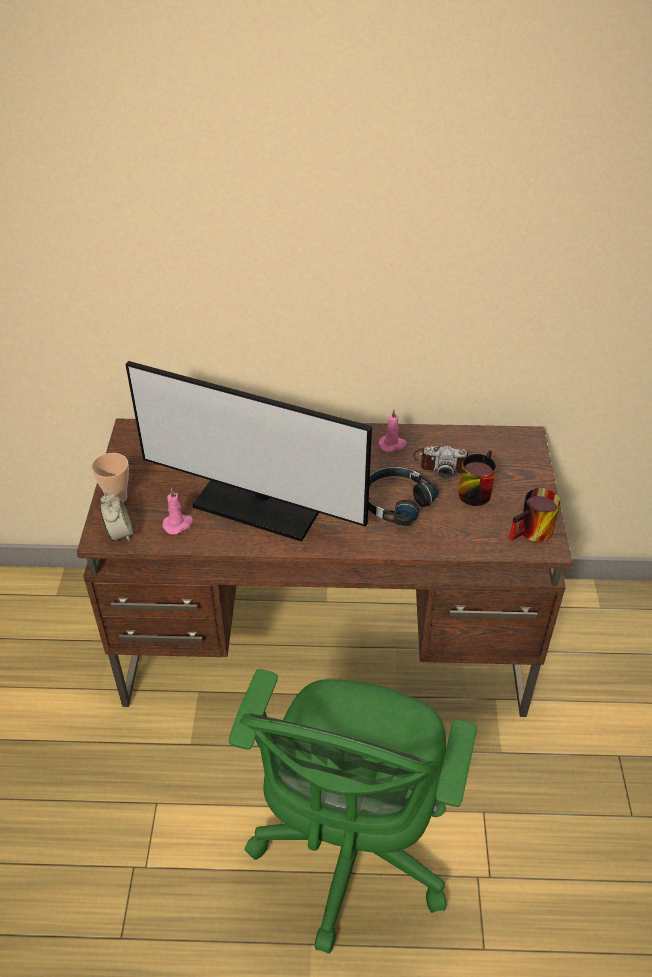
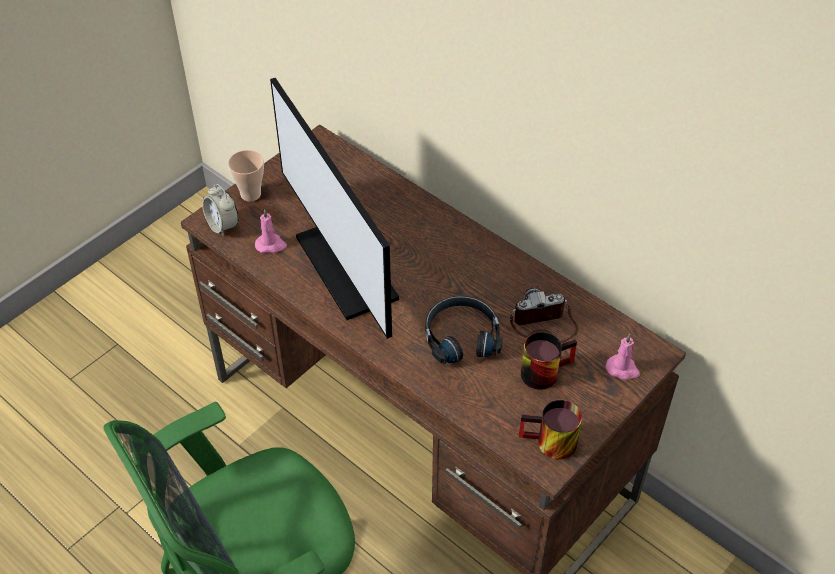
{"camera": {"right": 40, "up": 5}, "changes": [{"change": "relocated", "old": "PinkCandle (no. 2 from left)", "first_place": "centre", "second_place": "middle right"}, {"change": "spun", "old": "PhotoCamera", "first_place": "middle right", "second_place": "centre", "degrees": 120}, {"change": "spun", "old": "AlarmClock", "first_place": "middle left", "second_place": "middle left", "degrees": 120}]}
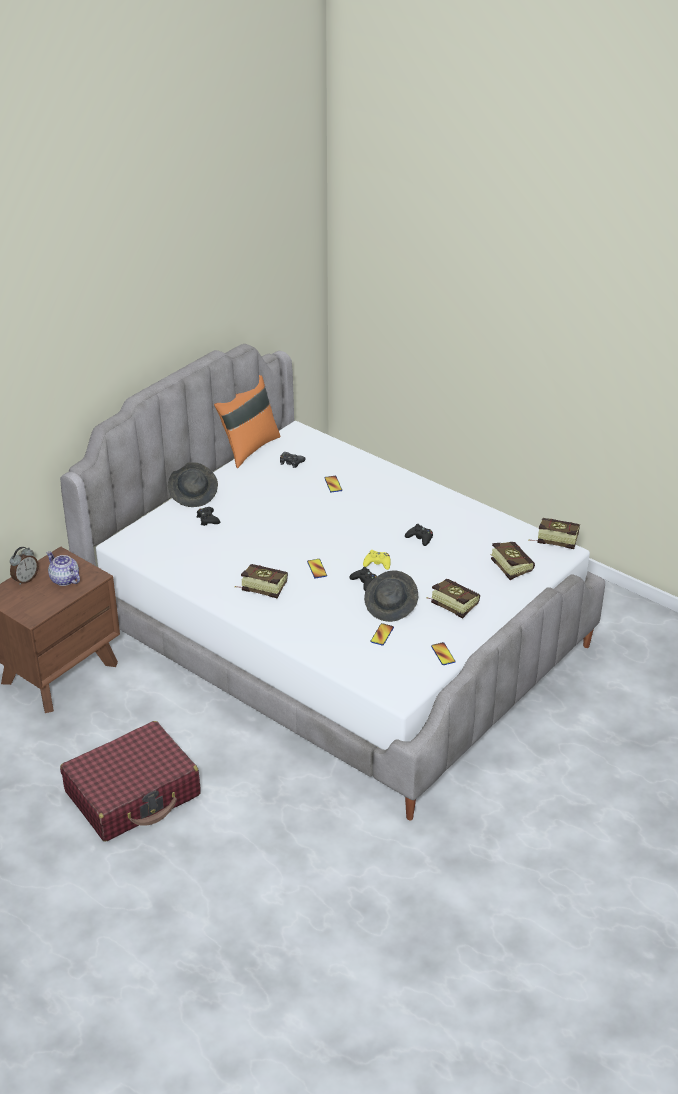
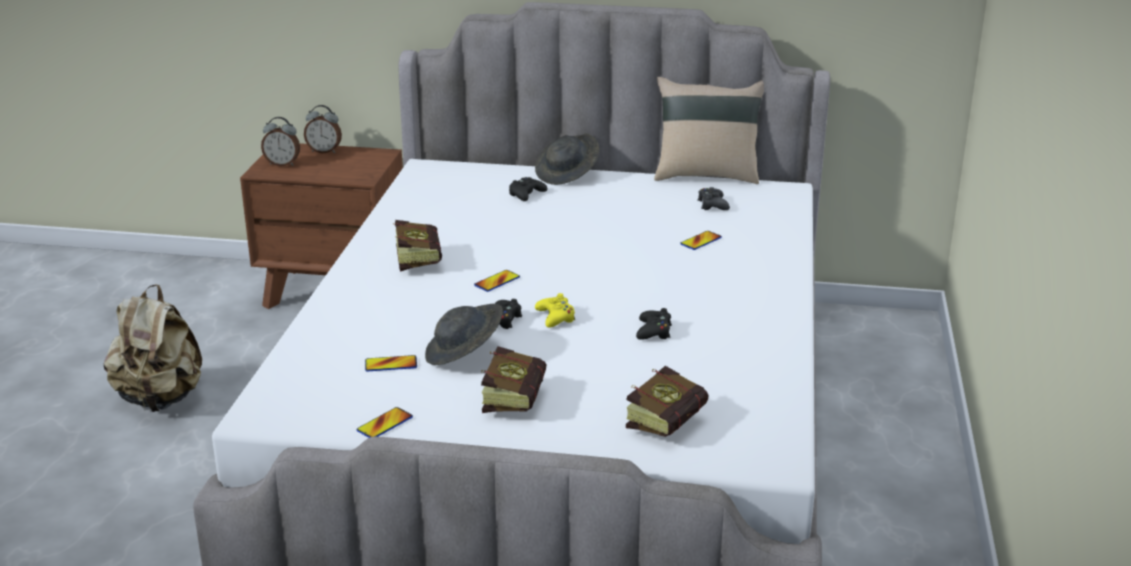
{"camera": {"right": 60, "up": -10}, "changes": [{"change": "colour", "old": "OrangePillow", "new": "BeigePillow", "first_place": "centre", "second_place": "top centre"}, {"change": "missing", "old": "Book (no. 4 from left)", "first_place": "middle right"}, {"change": "missing", "old": "Teapot", "first_place": "middle left"}, {"change": "exchanged", "old": "RedSuitcase", "new": "BeigeBackpack", "first_place": "bottom left", "second_place": "middle left"}, {"change": "appeared", "new": "AlarmClock (no. 1 from left)", "second_place": "top left"}]}
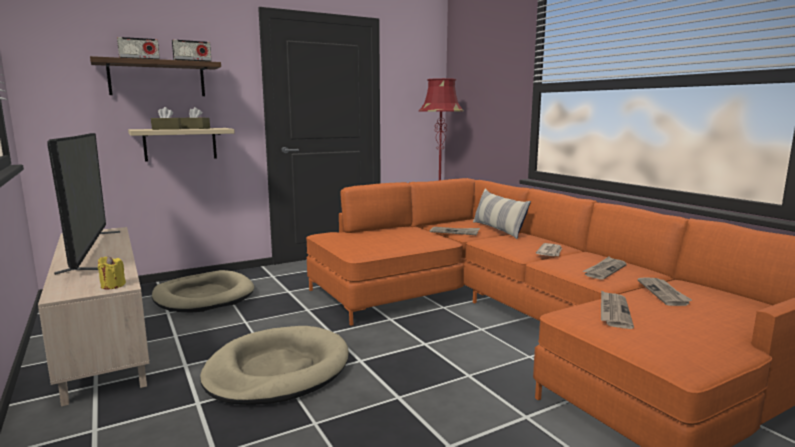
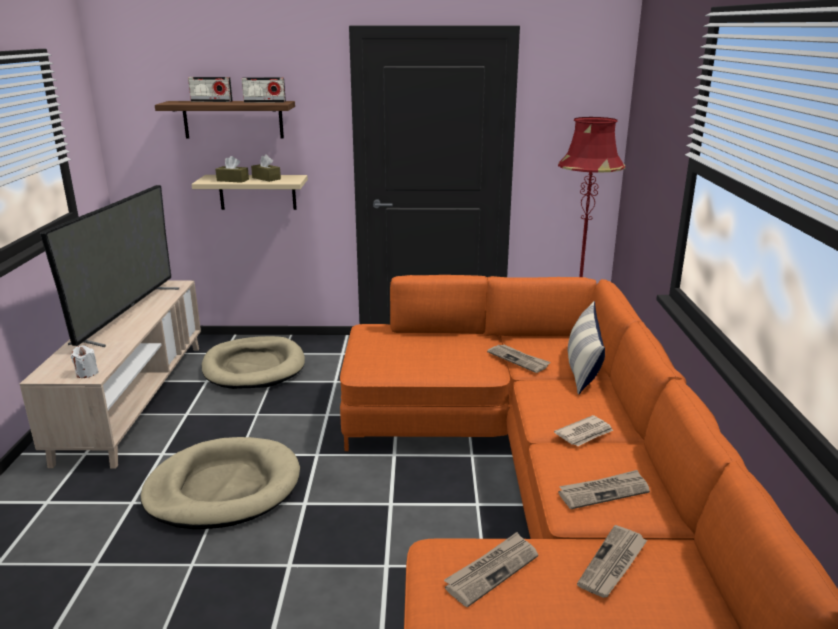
{"camera": {"right": 30, "up": 10}, "changes": [{"change": "colour", "old": "YellowCandle", "new": "WhiteCandle", "first_place": "middle left", "second_place": "middle left"}]}
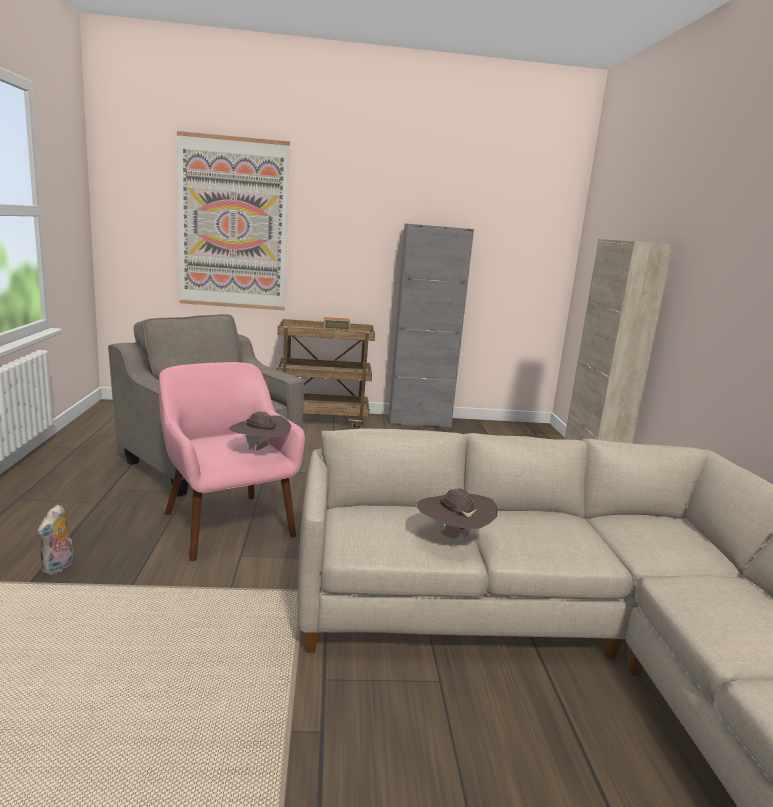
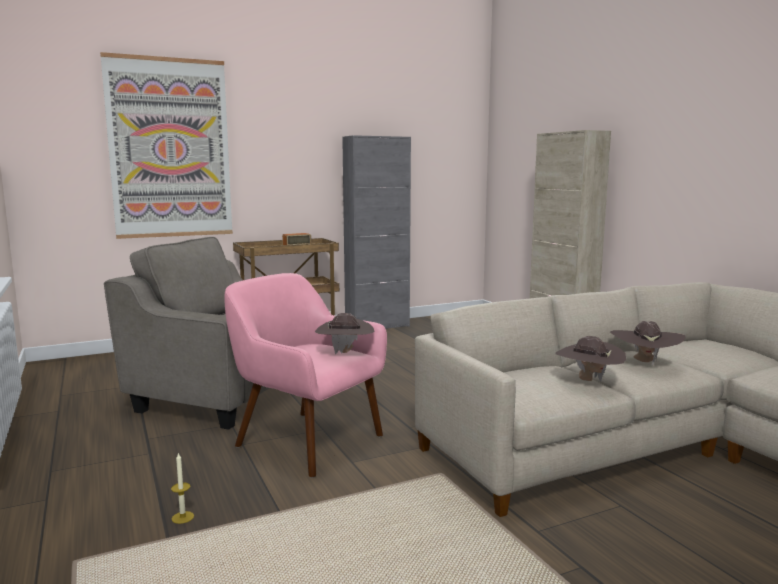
{"camera": {"right": -20, "up": -5}, "changes": [{"change": "exchanged", "old": "PlushToy", "new": "Candle", "first_place": "bottom left", "second_place": "bottom left"}, {"change": "appeared", "new": "BrownHat (no. 3 from left)", "second_place": "middle right"}]}
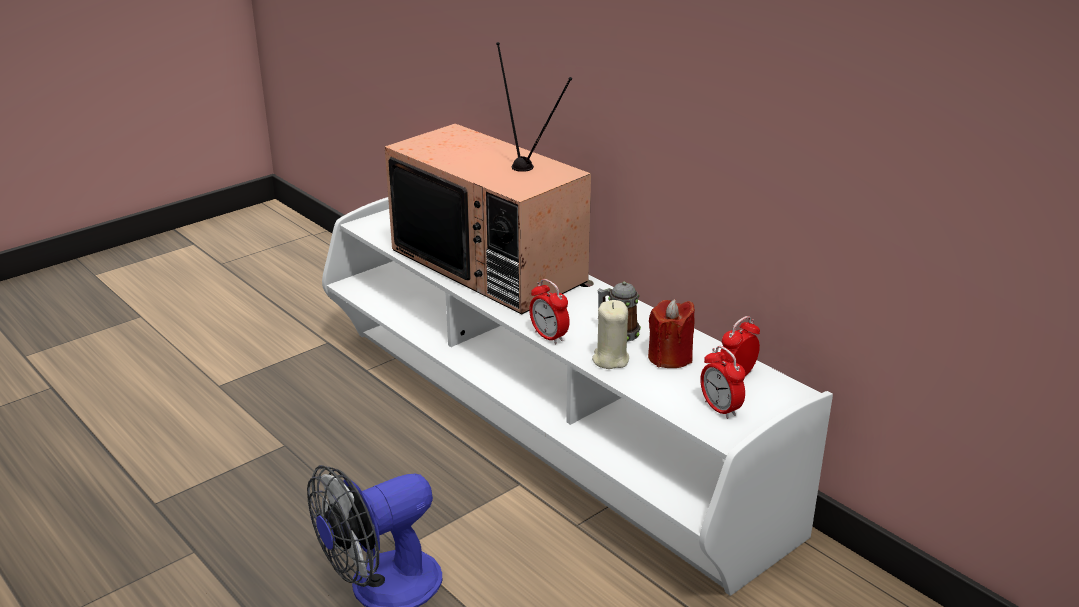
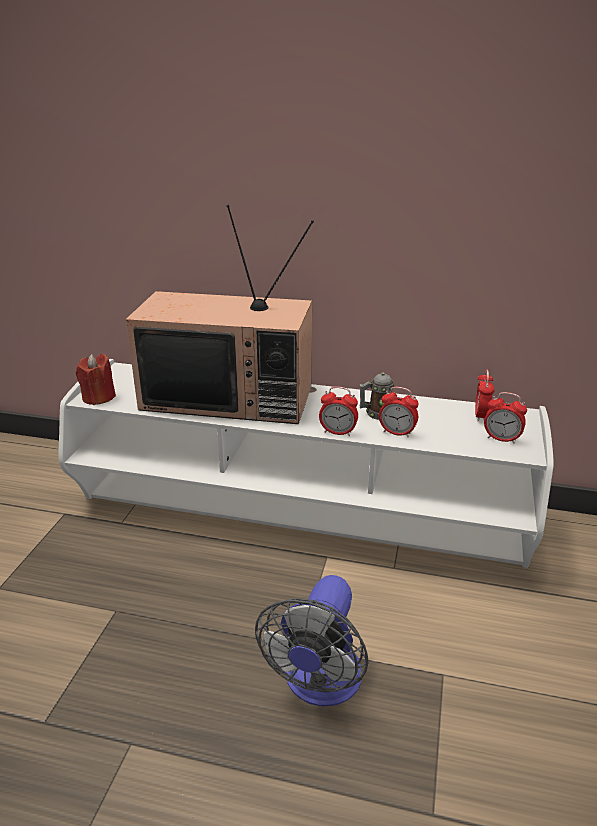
{"camera": {"right": -35, "up": 0}, "changes": [{"change": "relocated", "old": "RedCandle", "first_place": "centre", "second_place": "middle left"}, {"change": "exchanged", "old": "BeigeCandle", "new": "AlarmClock (no. 2 from left)", "first_place": "centre", "second_place": "middle right"}]}
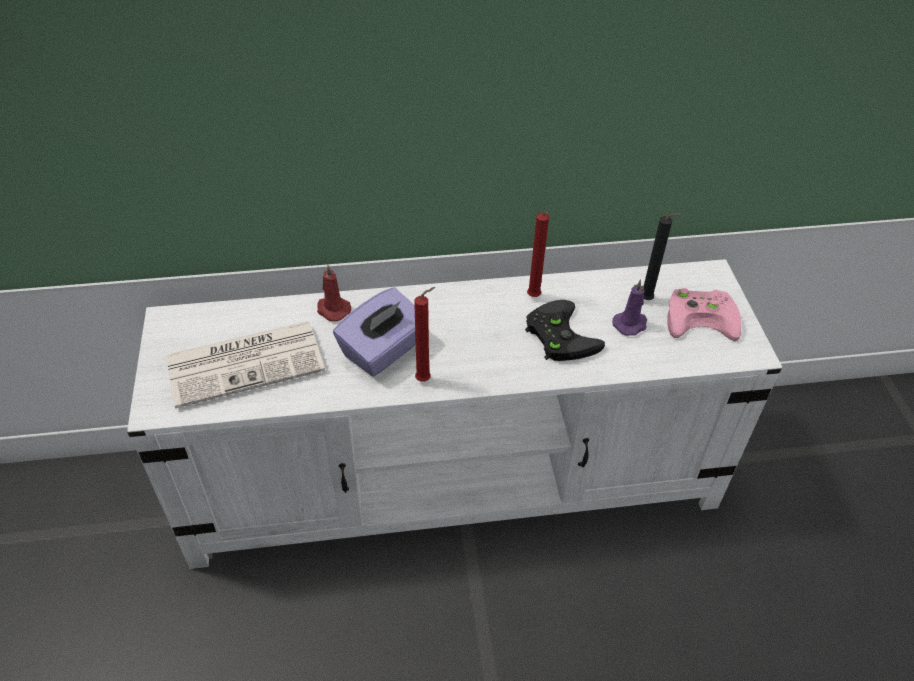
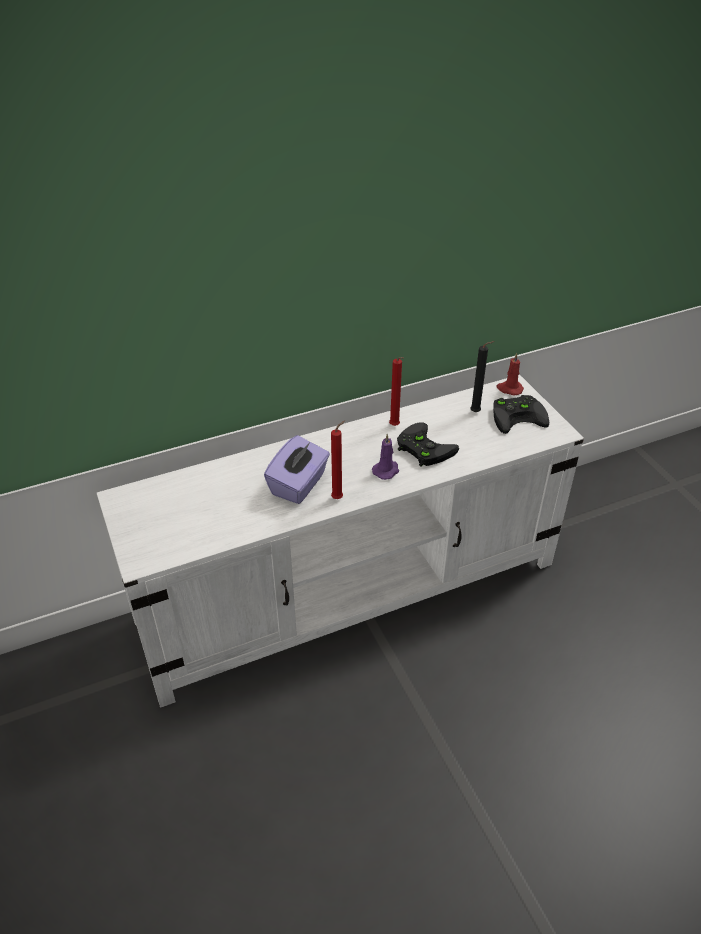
{"camera": {"right": -15, "up": -5}, "changes": [{"change": "relocated", "old": "RedCandle (no. 1 from left in the first image)", "new": "RedCandle (no. 3 from left)", "first_place": "centre", "second_place": "middle right"}, {"change": "relocated", "old": "PurpleCandle", "first_place": "middle right", "second_place": "centre"}, {"change": "colour", "old": "PinkGameController", "new": "BlackGameController (no. 2 from left)", "first_place": "middle right", "second_place": "middle right"}, {"change": "missing", "old": "Newspaper", "first_place": "middle left"}]}
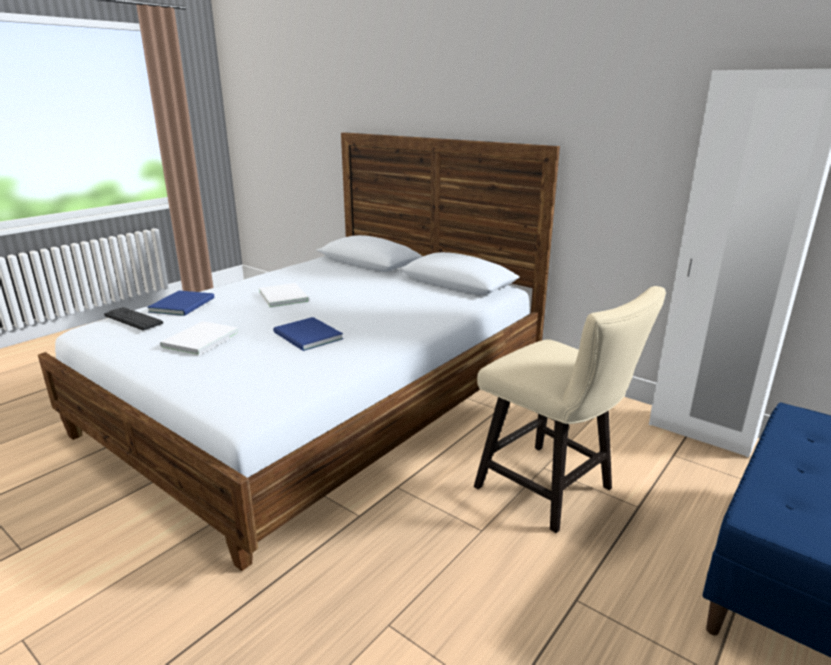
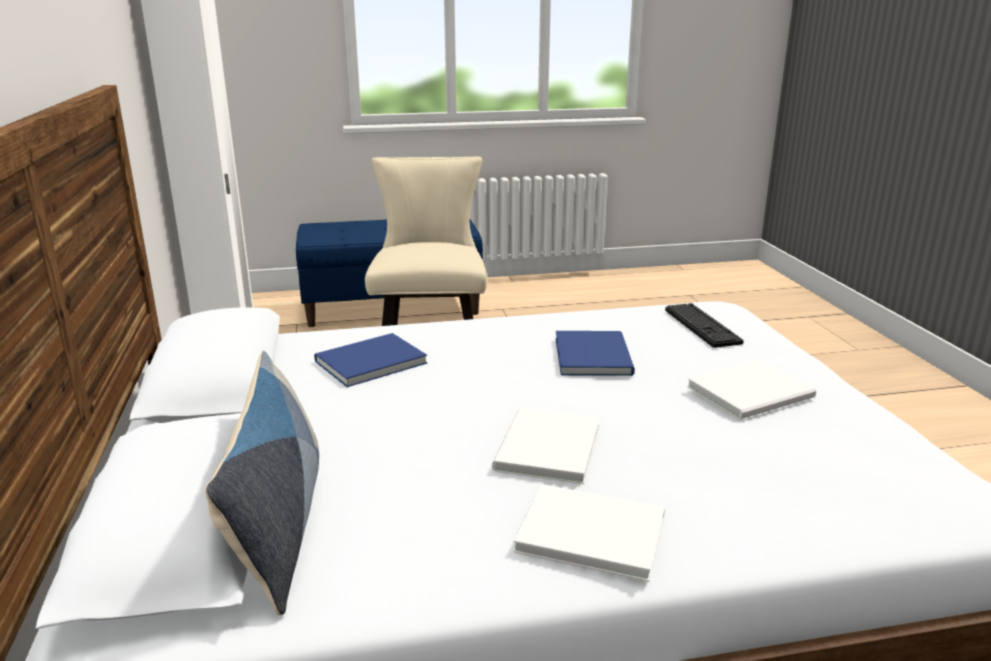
{"camera": {"right": -140, "up": 0}, "changes": [{"change": "relocated", "old": "BlueBook (no. 1 from left)", "first_place": "middle left", "second_place": "centre"}, {"change": "relocated", "old": "Keyboard", "first_place": "middle left", "second_place": "middle right"}, {"change": "appeared", "new": "Pillow", "second_place": "bottom left"}, {"change": "appeared", "new": "WhiteBook (no. 2 from left)", "second_place": "bottom centre"}]}
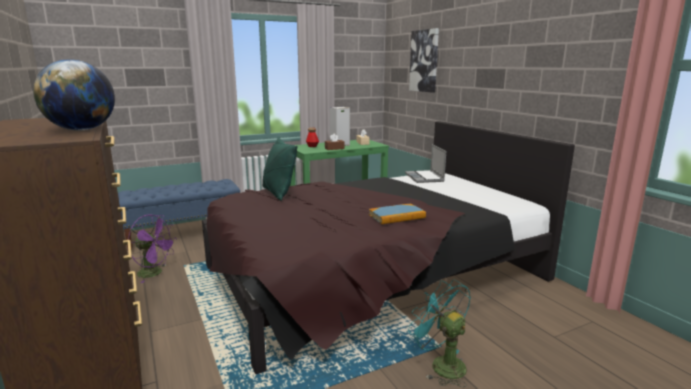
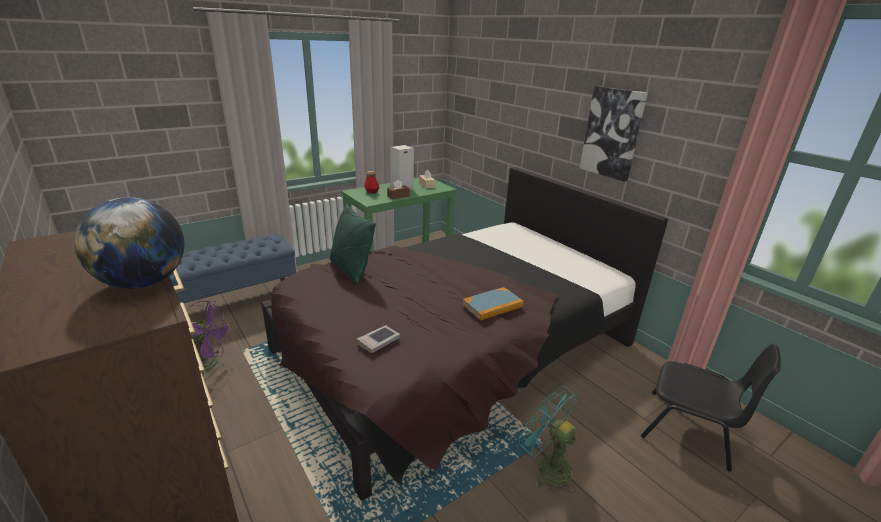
{"camera": {"right": -10, "up": 10}, "changes": [{"change": "relocated", "old": "Picture", "first_place": "top centre", "second_place": "top right"}, {"change": "missing", "old": "Laptop", "first_place": "centre"}, {"change": "appeared", "new": "Book (no. 1 from left)", "second_place": "centre"}, {"change": "appeared", "new": "BlackChair", "second_place": "bottom right"}]}
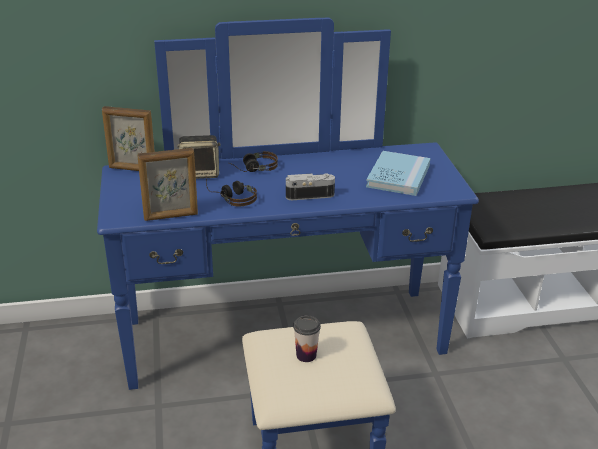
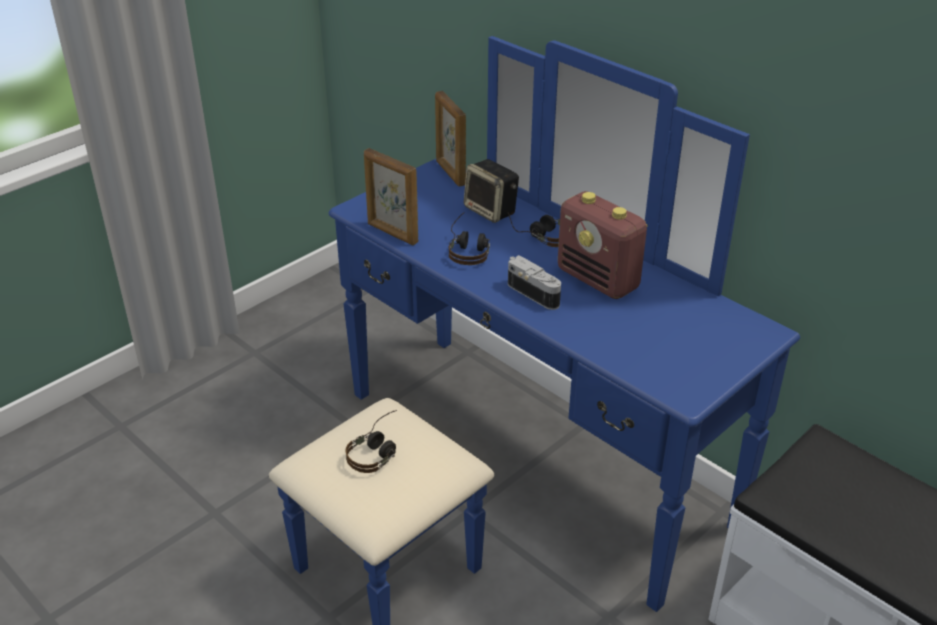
{"camera": {"right": 55, "up": 5}, "changes": [{"change": "missing", "old": "BlueBook", "first_place": "centre"}, {"change": "exchanged", "old": "Cup", "new": "Headphones (no. 1 from left)", "first_place": "bottom centre", "second_place": "bottom centre"}, {"change": "appeared", "new": "Radio", "second_place": "centre"}]}
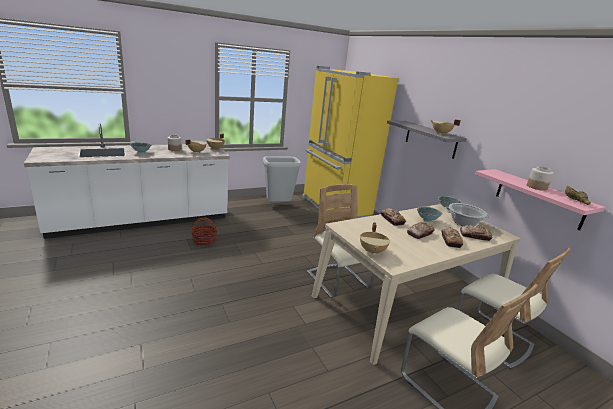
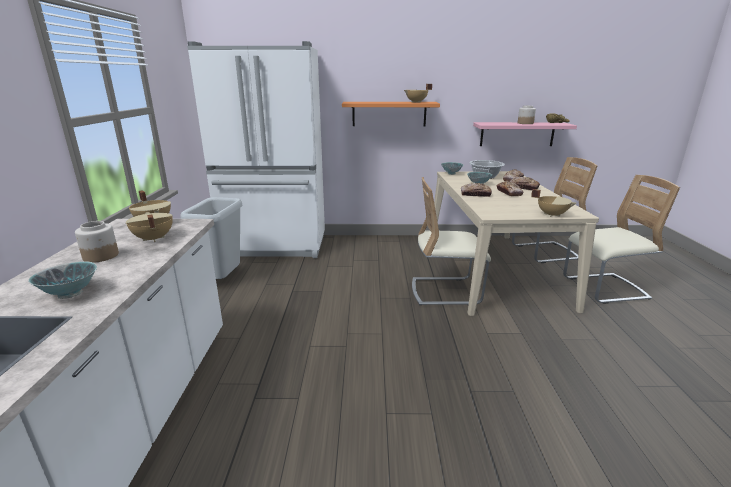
{"camera": {"right": -60, "up": 0}, "changes": [{"change": "colour", "old": "YellowFridge", "new": "WhiteFridge", "first_place": "centre", "second_place": "top centre"}, {"change": "colour", "old": "GreyShelf", "new": "OrangeShelf", "first_place": "middle right", "second_place": "top centre"}, {"change": "missing", "old": "Basket", "first_place": "middle left"}]}
